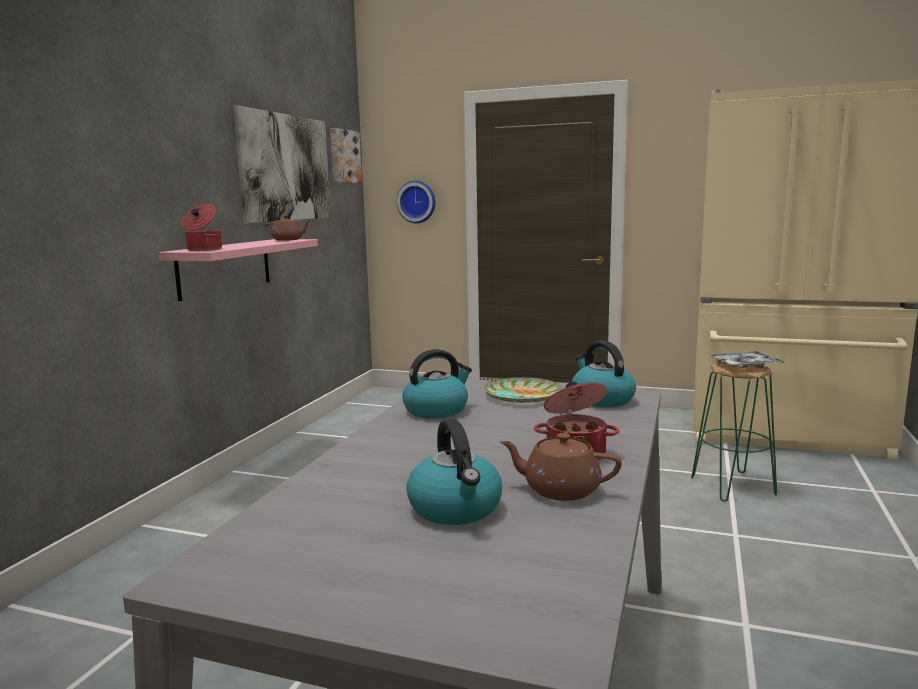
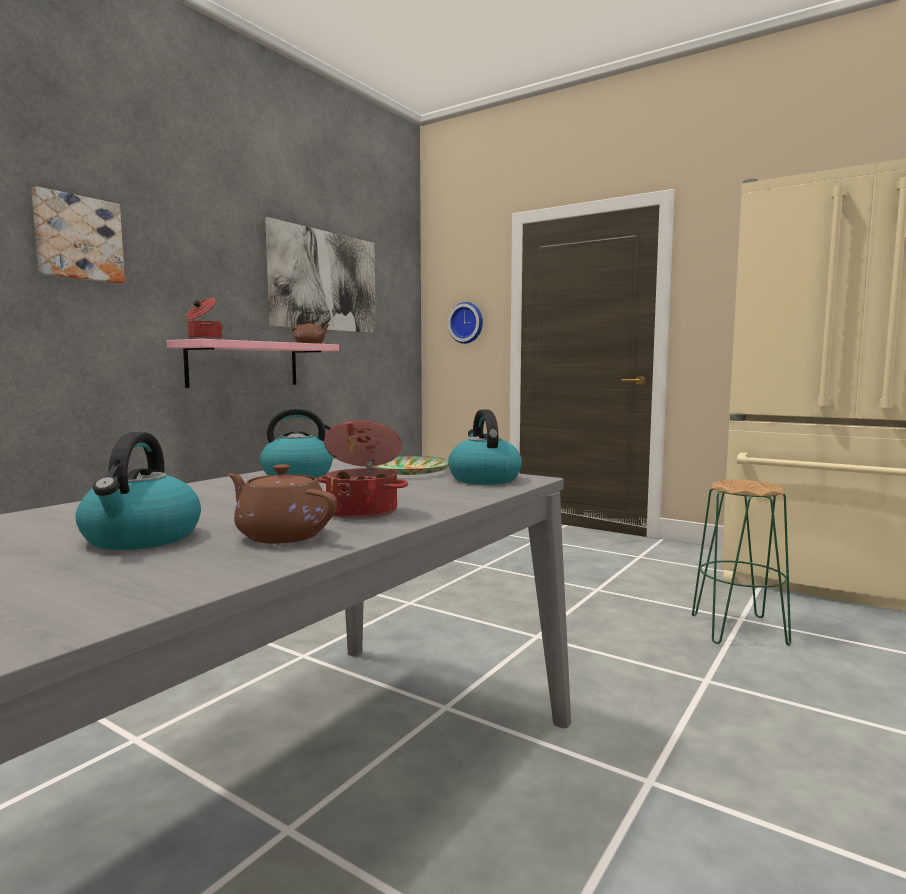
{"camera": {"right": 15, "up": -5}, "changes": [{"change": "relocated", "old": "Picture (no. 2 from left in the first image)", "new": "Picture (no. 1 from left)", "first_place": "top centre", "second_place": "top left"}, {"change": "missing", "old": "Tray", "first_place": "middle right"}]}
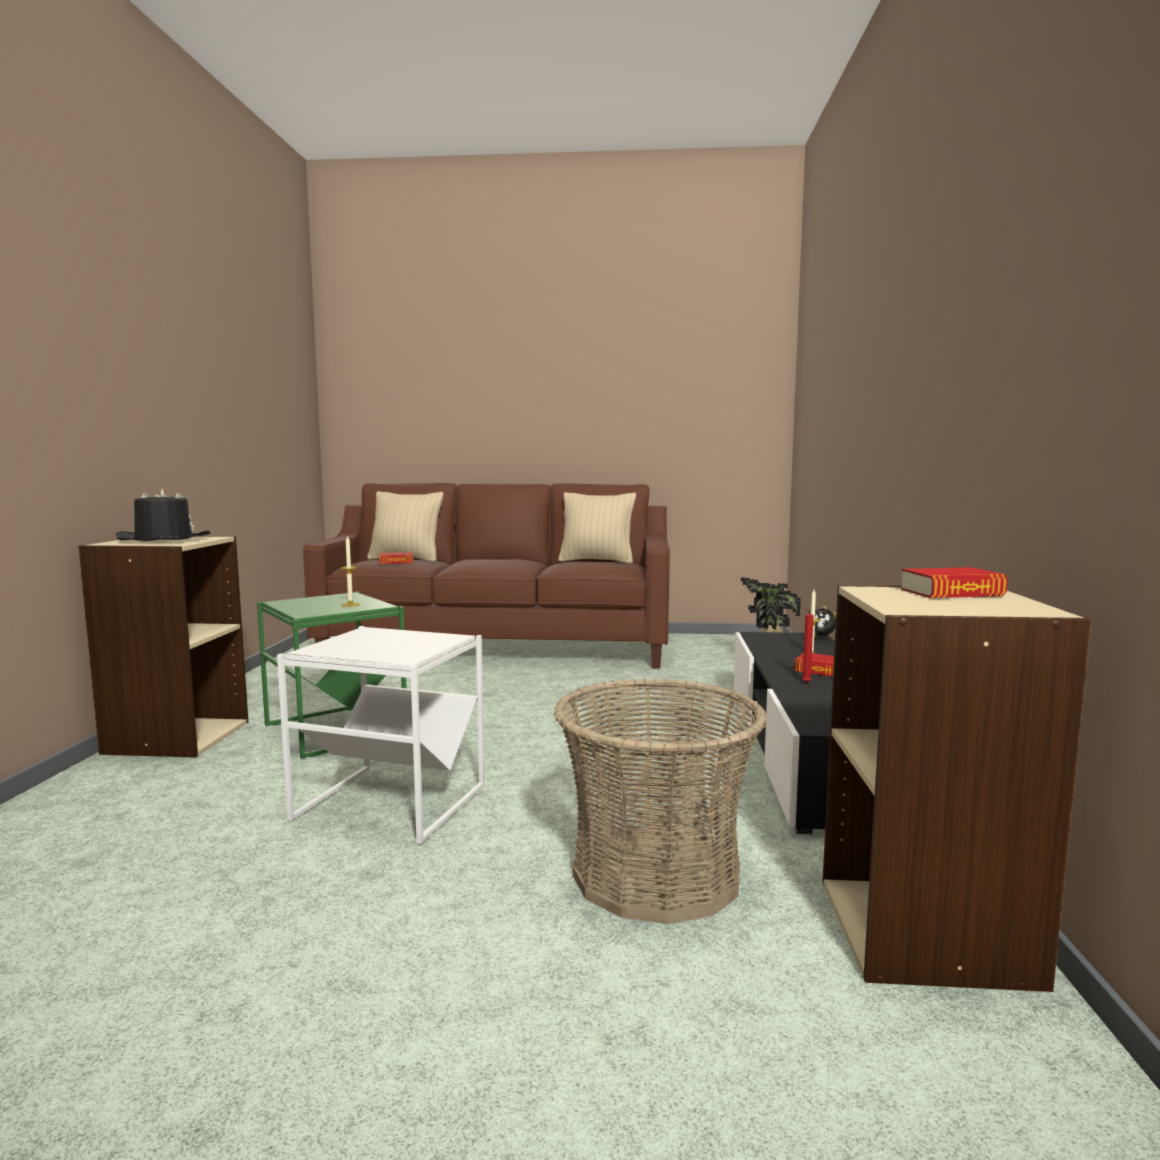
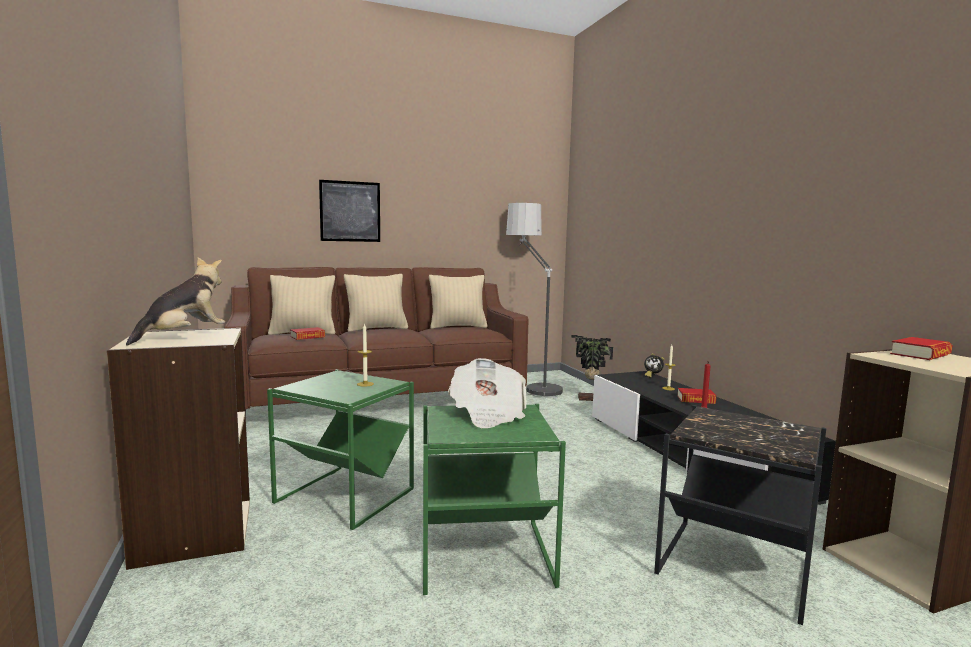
{"camera": {"right": -25, "up": 0}, "changes": [{"change": "exchanged", "old": "BlackHat", "new": "PlushToy", "first_place": "middle left", "second_place": "middle left"}, {"change": "colour", "old": "WhiteSideTable", "new": "GreenSideTable (no. 2 from left)", "first_place": "middle left", "second_place": "bottom centre"}, {"change": "exchanged", "old": "Basket", "new": "BlackSideTable", "first_place": "bottom centre", "second_place": "bottom right"}, {"change": "appeared", "new": "Picture", "second_place": "top centre"}, {"change": "appeared", "new": "FloorLamp", "second_place": "centre"}, {"change": "appeared", "new": "BeigePillow (no. 2 from left)", "second_place": "centre"}, {"change": "appeared", "new": "Newspaper", "second_place": "centre"}]}
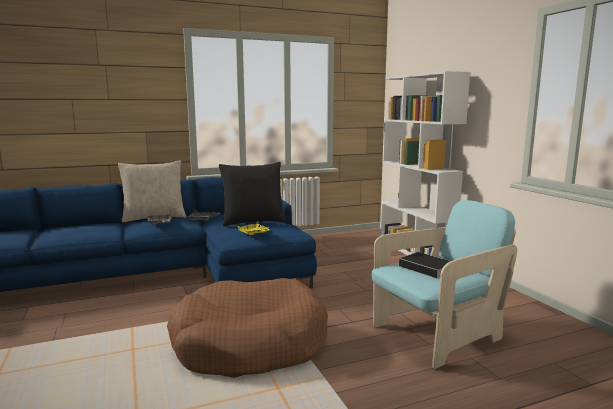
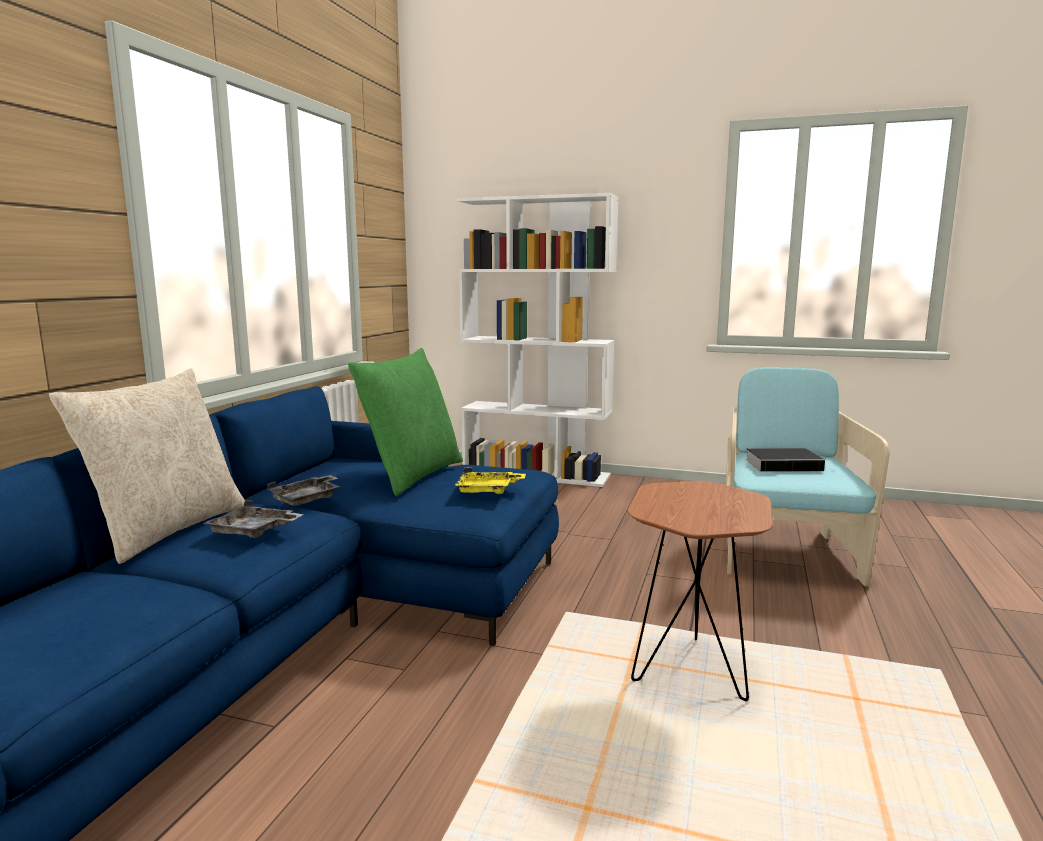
{"camera": {"right": -50, "up": 0}, "changes": [{"change": "colour", "old": "BlackPillow", "new": "GreenPillow", "first_place": "centre", "second_place": "centre"}, {"change": "exchanged", "old": "BrownDogBed", "new": "BrownSideTable", "first_place": "bottom centre", "second_place": "bottom right"}]}
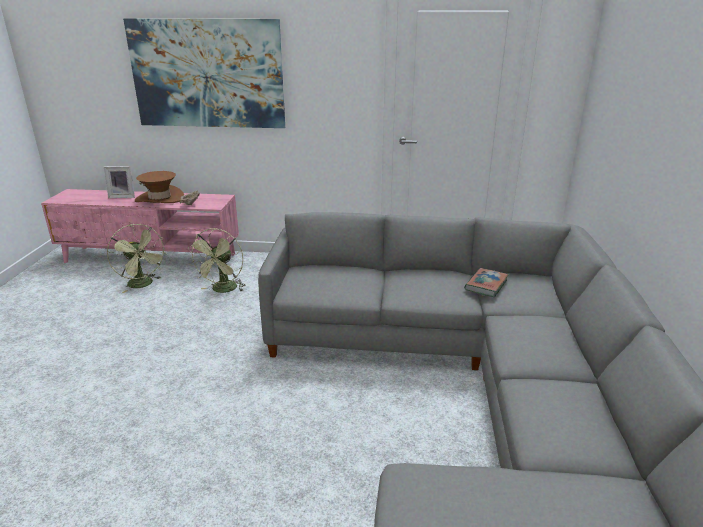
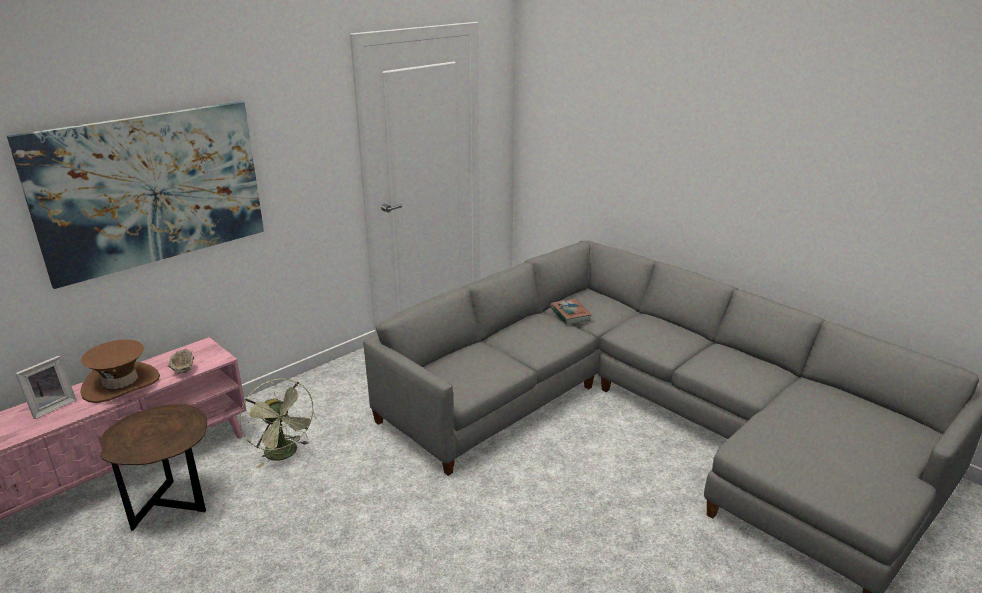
{"camera": {"right": -50, "up": 0}, "changes": [{"change": "exchanged", "old": "GreenFan (no. 1 from left)", "new": "BrownSideTable", "first_place": "middle left", "second_place": "bottom left"}]}
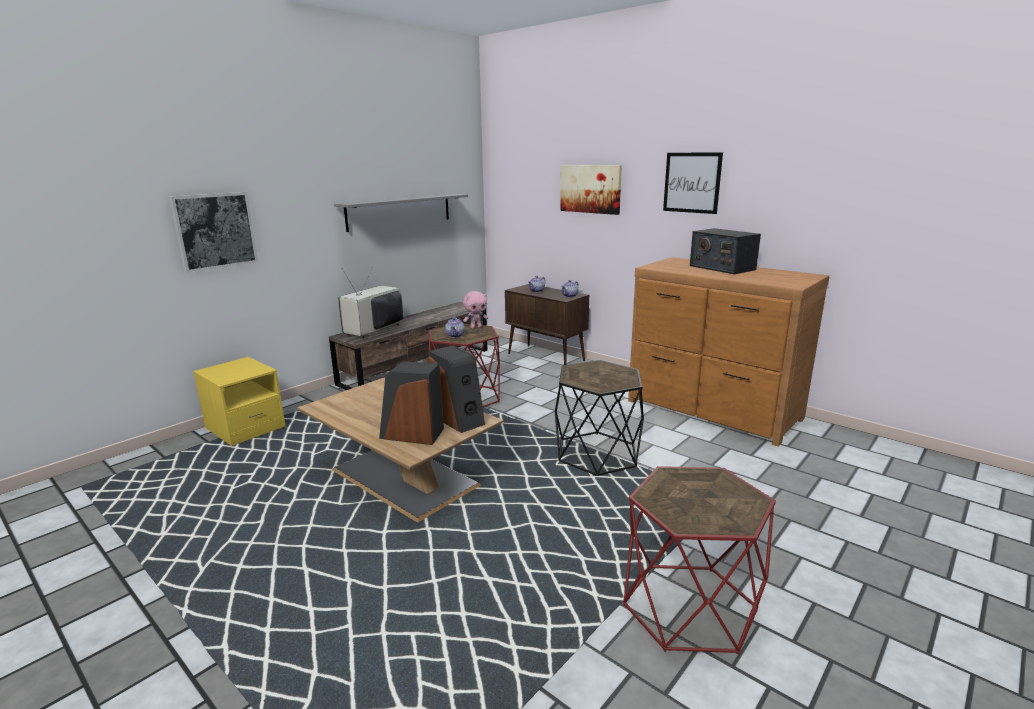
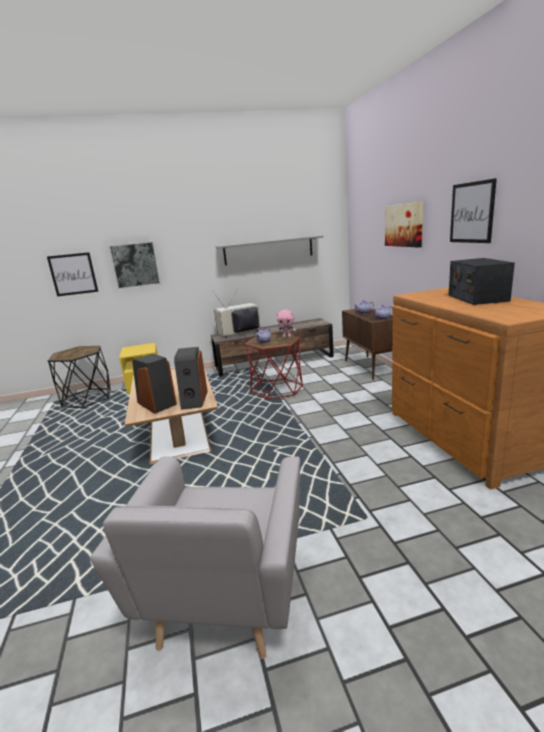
{"camera": {"right": 35, "up": 0}, "changes": [{"change": "relocated", "old": "BlackSideTable", "first_place": "centre", "second_place": "middle left"}, {"change": "exchanged", "old": "RedSideTable (no. 2 from left)", "new": "GreyArmchair", "first_place": "bottom right", "second_place": "bottom centre"}, {"change": "appeared", "new": "Picture (no. 1 from left)", "second_place": "middle left"}]}
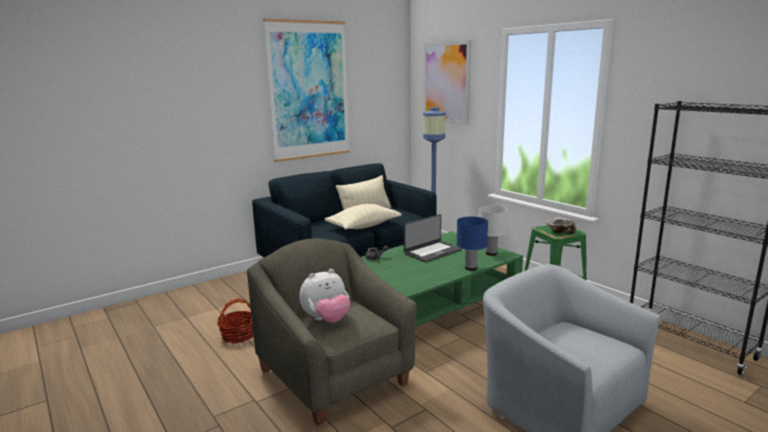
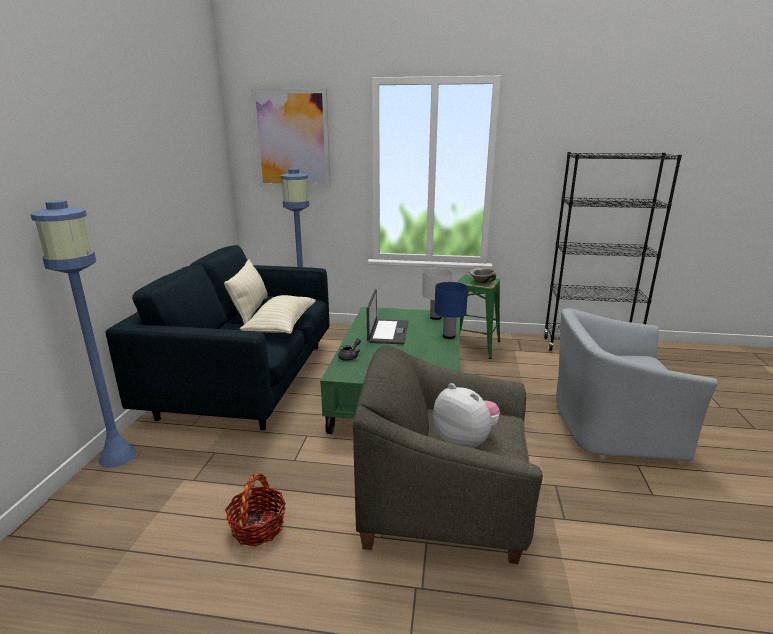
{"camera": {"right": -45, "up": 5}, "changes": [{"change": "missing", "old": "Picture (no. 1 from left)", "first_place": "top centre"}, {"change": "spun", "old": "PlushToy", "first_place": "bottom centre", "second_place": "centre", "degrees": -60}, {"change": "appeared", "new": "BlueFloorLamp (no. 1 from left)", "second_place": "middle left"}]}
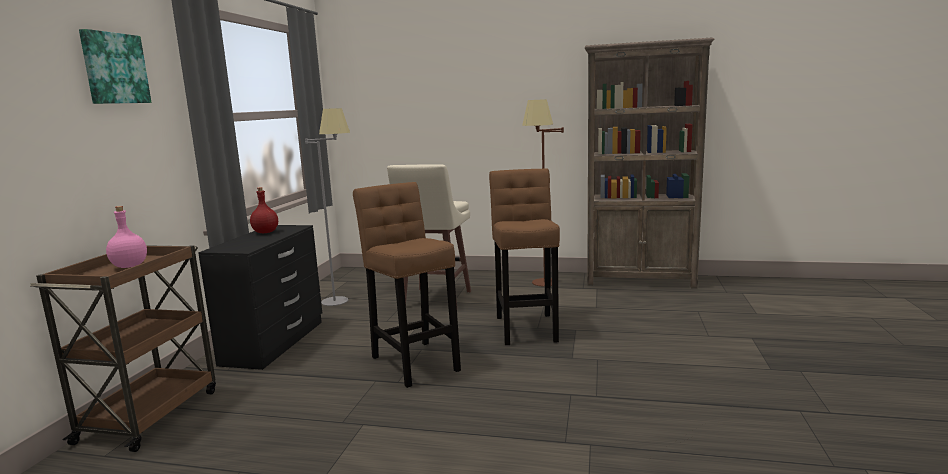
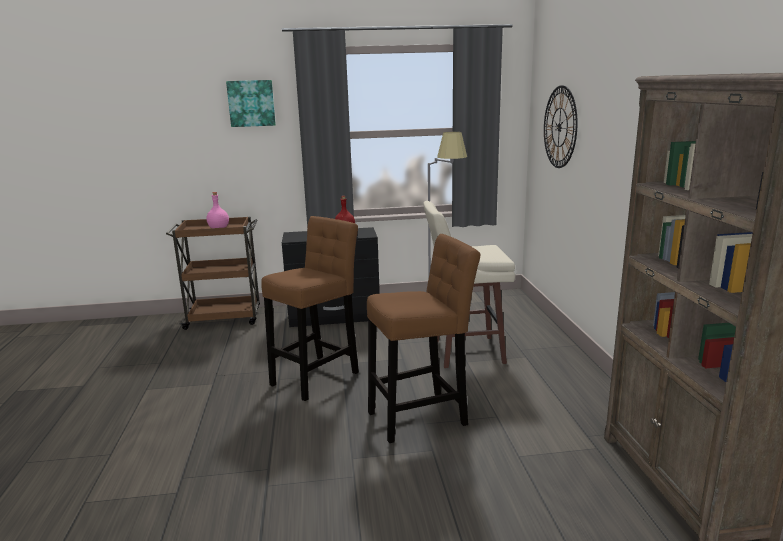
{"camera": {"right": 70, "up": 5}, "changes": [{"change": "missing", "old": "BrownFloorLamp", "first_place": "centre"}, {"change": "appeared", "new": "WallClock", "second_place": "top right"}]}
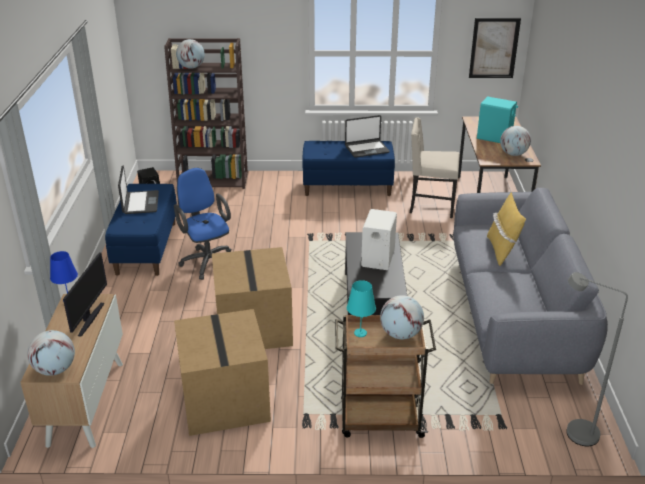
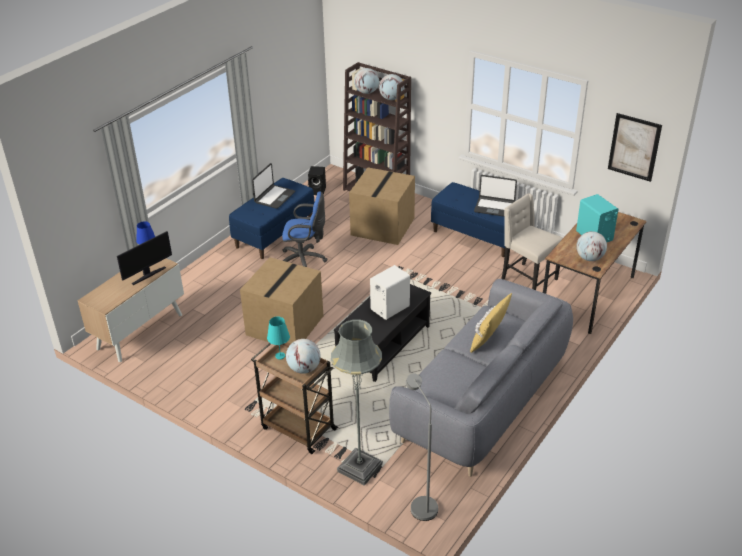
{"camera": {"right": 35, "up": 5}, "changes": [{"change": "spun", "old": "BlueOfficeChair", "first_place": "middle left", "second_place": "centre", "degrees": 90}, {"change": "relocated", "old": "CardboardBox (no. 1 from left in the first image)", "new": "CardboardBox (no. 2 from left)", "first_place": "bottom centre", "second_place": "centre"}, {"change": "relocated", "old": "Globe (no. 1 from left in the first image)", "new": "Globe (no. 3 from left)", "first_place": "bottom left", "second_place": "top centre"}, {"change": "appeared", "new": "GreyFloorLamp (no. 1 from left)", "second_place": "bottom centre"}]}
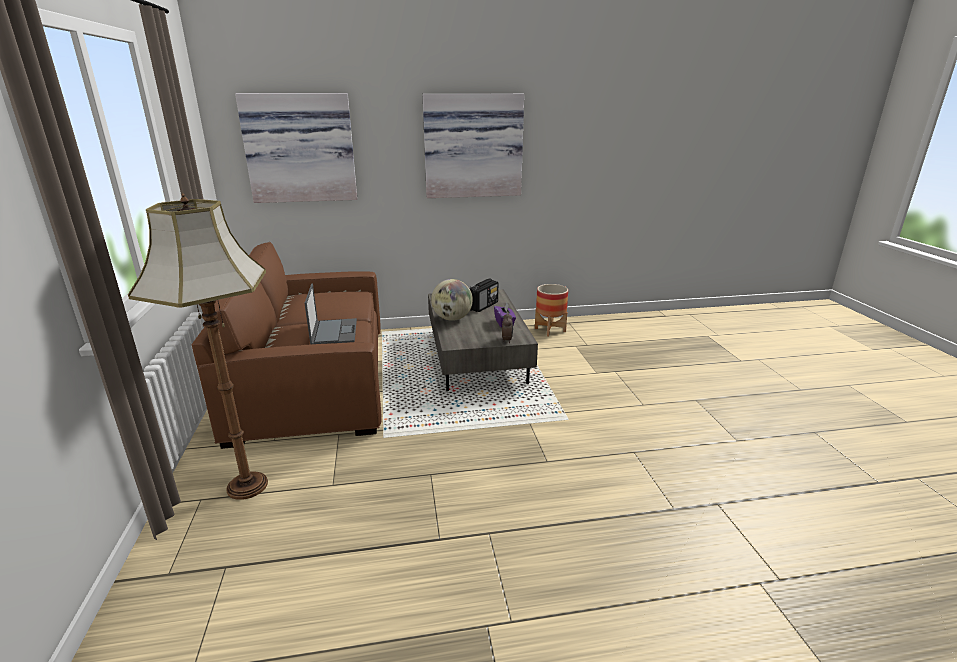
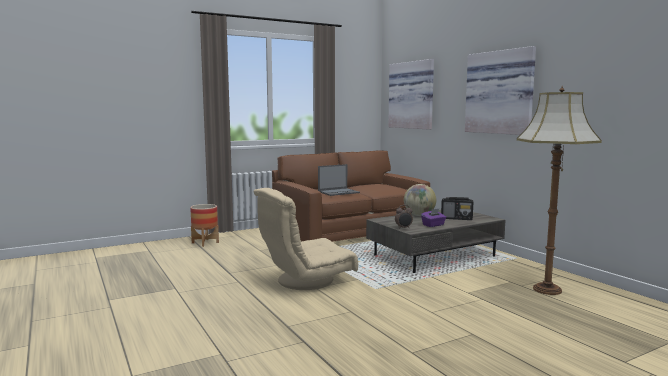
{"camera": {"right": 70, "up": -15}, "changes": [{"change": "relocated", "old": "FloorLamp", "first_place": "middle left", "second_place": "middle right"}, {"change": "relocated", "old": "Planter", "first_place": "centre", "second_place": "middle left"}, {"change": "appeared", "new": "BeigeArmchair", "second_place": "centre"}]}
